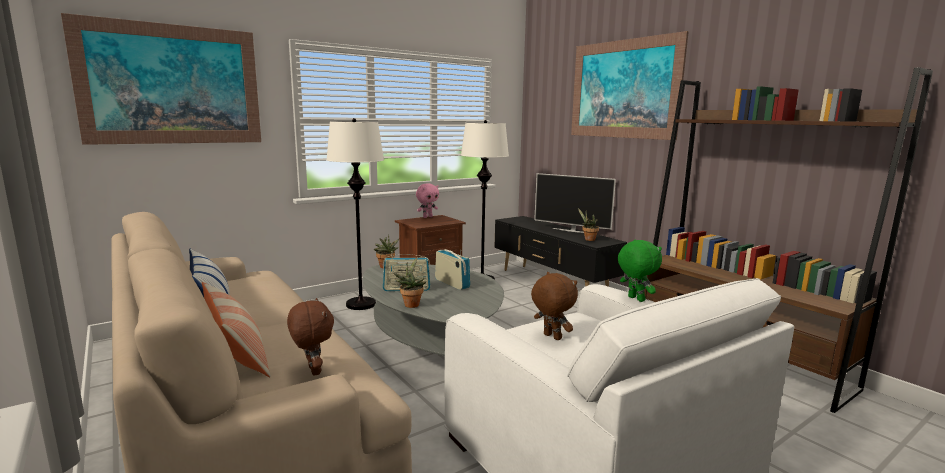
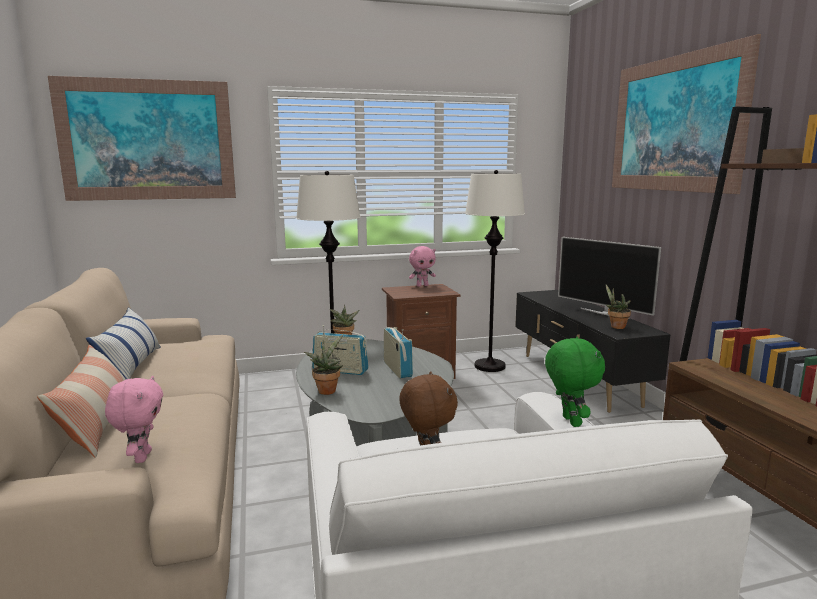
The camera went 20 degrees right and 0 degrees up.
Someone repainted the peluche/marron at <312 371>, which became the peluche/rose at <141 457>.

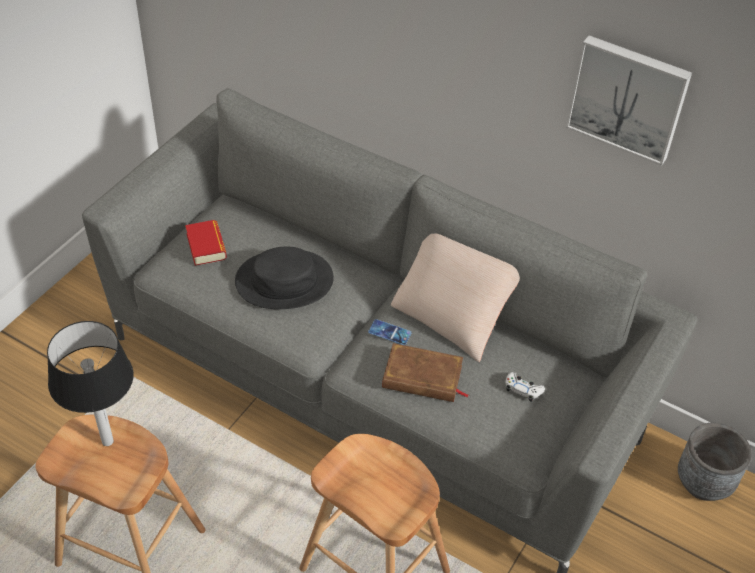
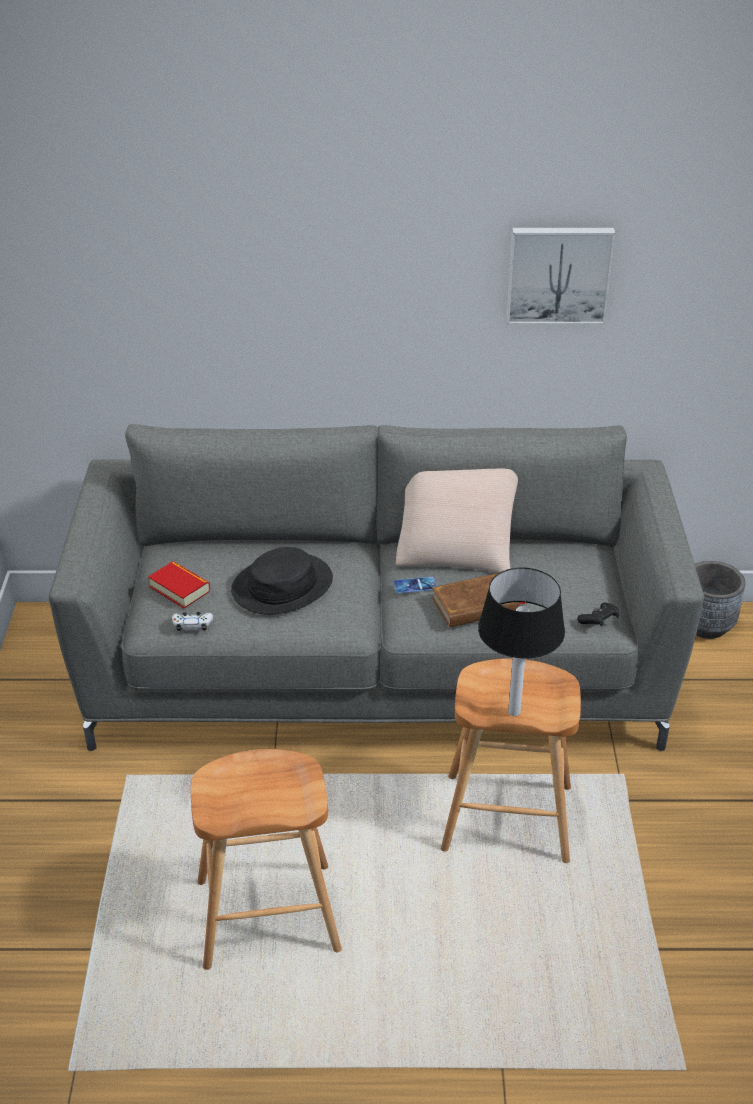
The camera went 30 degrees left and 10 degrees down.
Someone carried the manette/blanc from <523 389> to <192 624>.
Someone carried the lampe de table from <106 442> to <514 712>.
Someone put down the manette/noir at <599 621>.

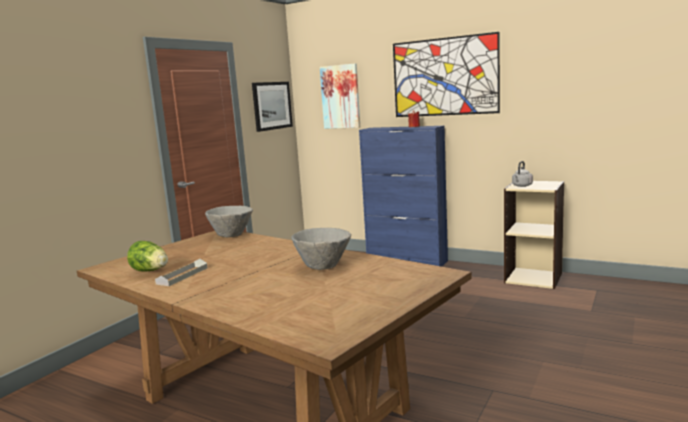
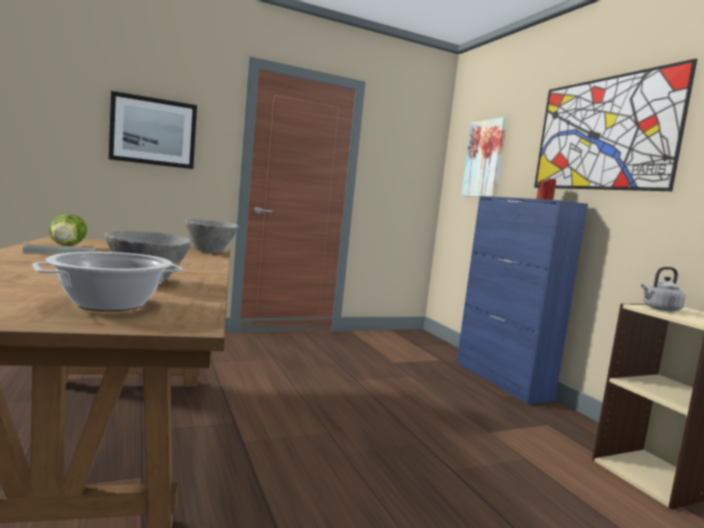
The camera went 35 degrees right and 5 degrees down.
Someone put down the marmite at <111 304>.
Someone carried the tableau from <272 105> to <153 131>.

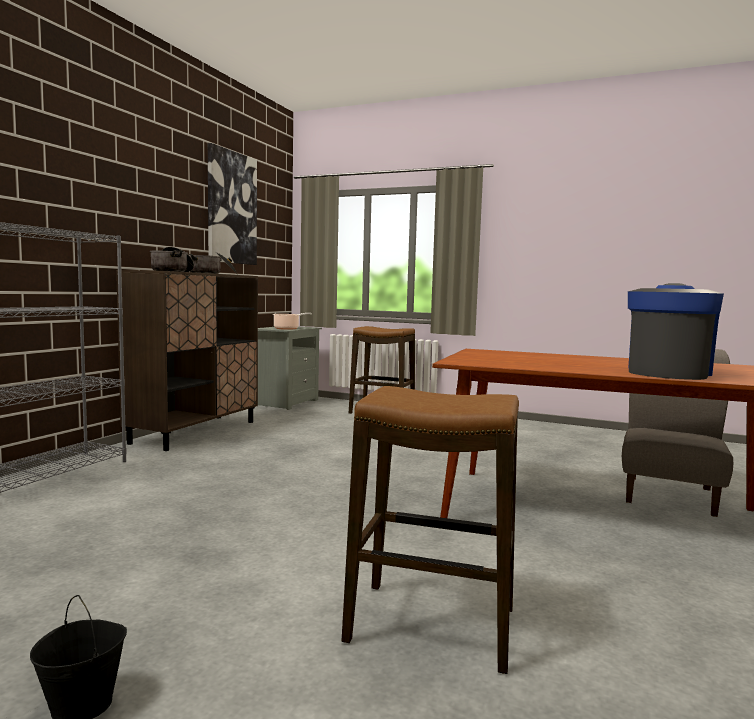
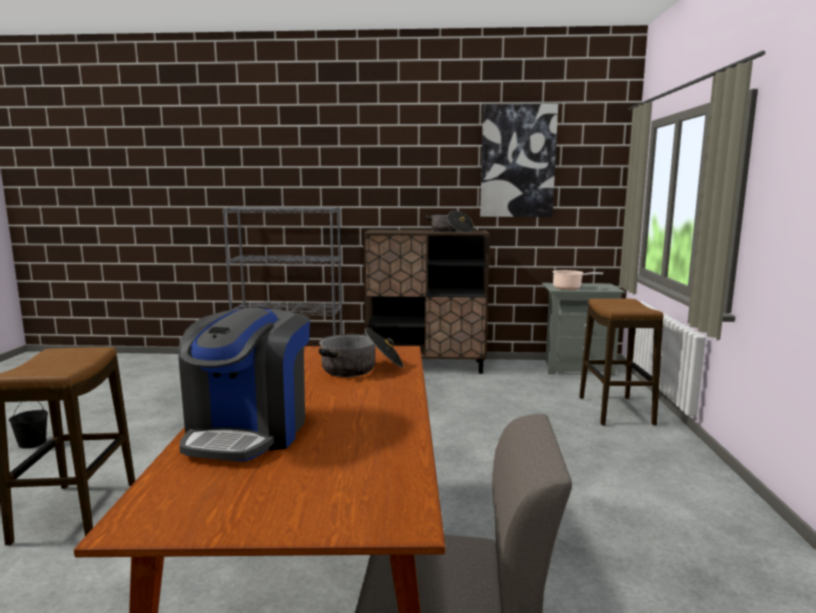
The camera went 70 degrees right and 5 degrees up.
Someone rotated the machine à café at <668 372> by 90 degrees clockwise.
Someone carried the marmite from <172 271> to <361 368>.

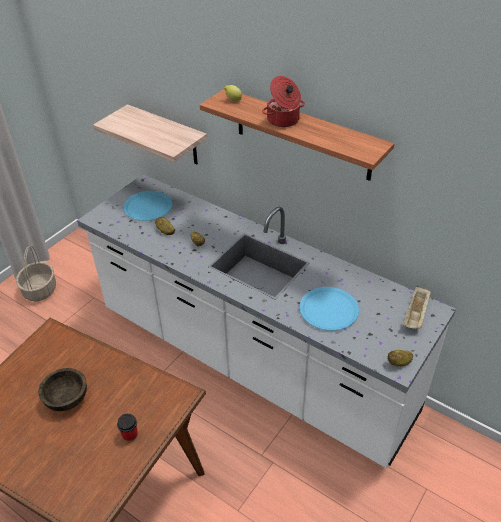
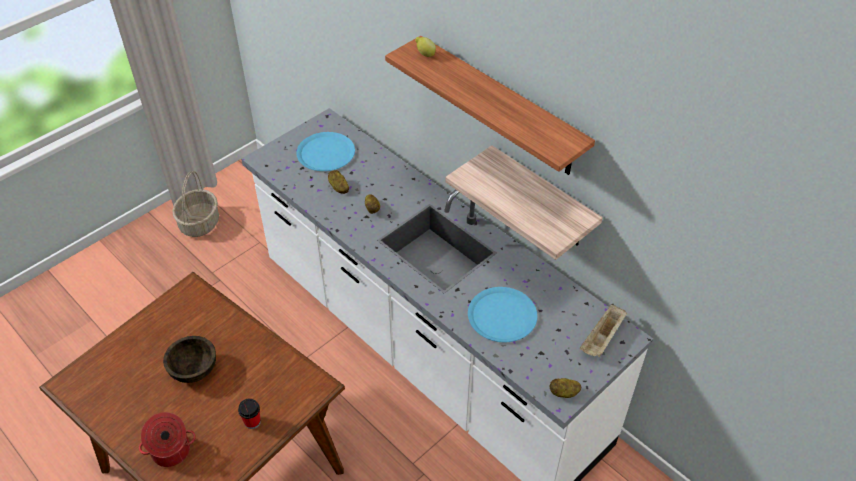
The camera went 10 degrees right and 5 degrees up.
Someone carried the marmite from <283 120> to <171 452>.
Someone carried the étagère from <167 136> to <542 199>.

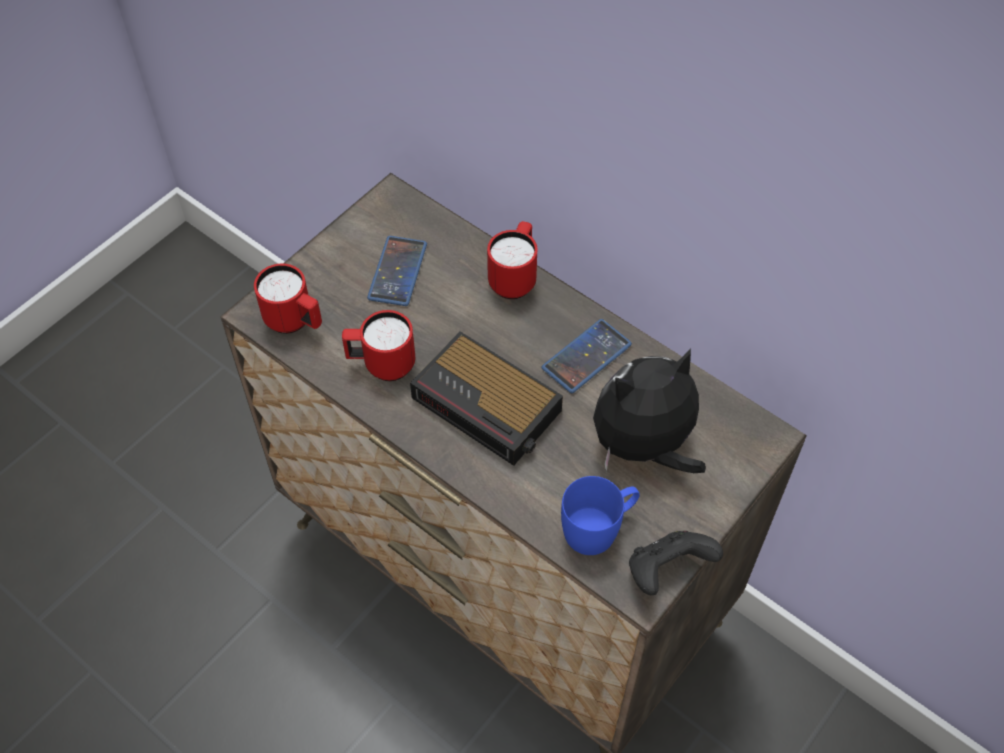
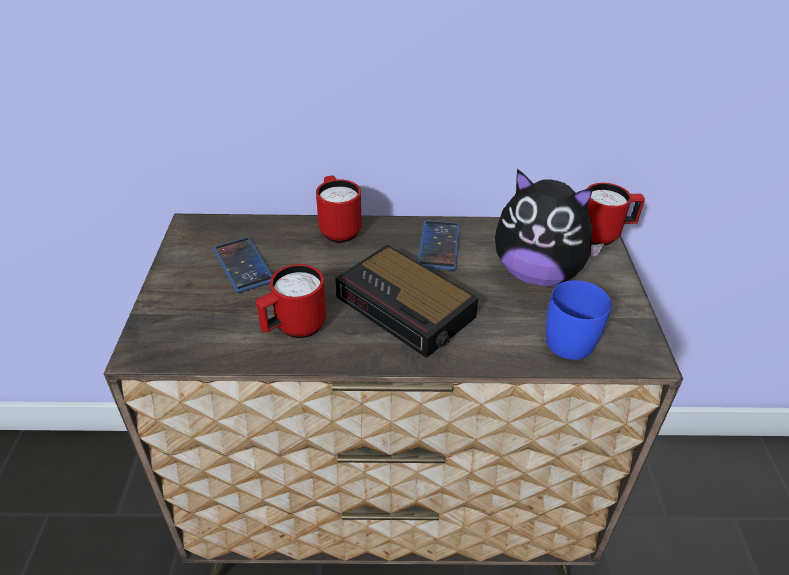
The camera went 40 degrees left and 15 degrees down.
Someone rotated the réveil at <489 406> by 45 degrees clockwise.
Someone rotated the peluche at <644 447> by 90 degrees counterclockwise.
Someone carried the mug/rouge from <295 322> to <604 235>.
Someone took away the manette/noir at <667 571>.

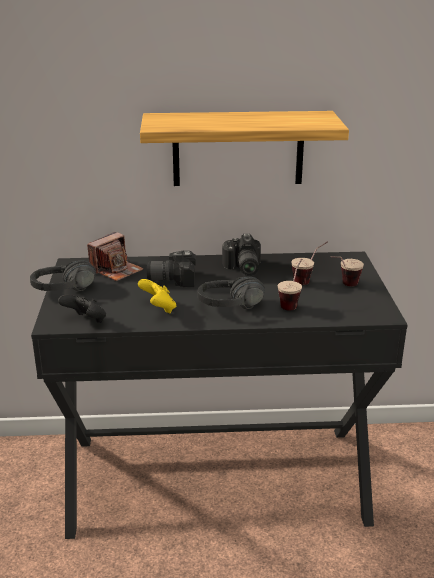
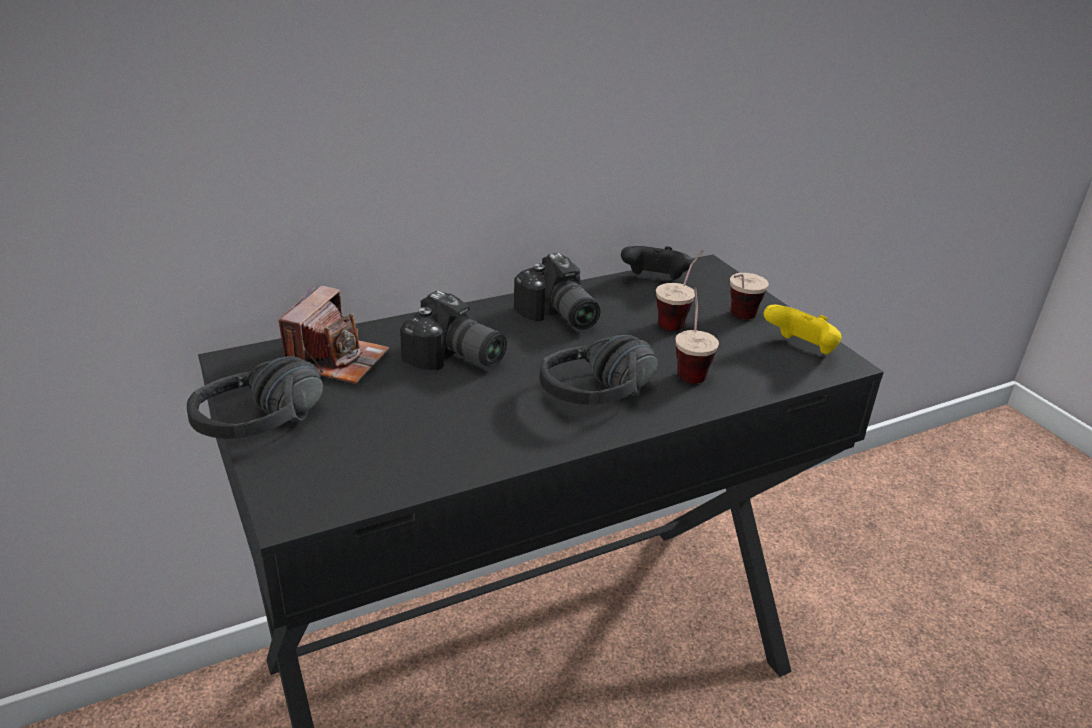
The camera went 25 degrees left and 5 degrees up.
Someone rotated the appareil photo at <172 279> by 120 degrees counterclockwise.
Someone carried the manette/noir from <86 321> to <654 281>.
Someone carried the manette/jaune from <158 309> to <800 350>.
Someone took away the étagère at <238 148>.

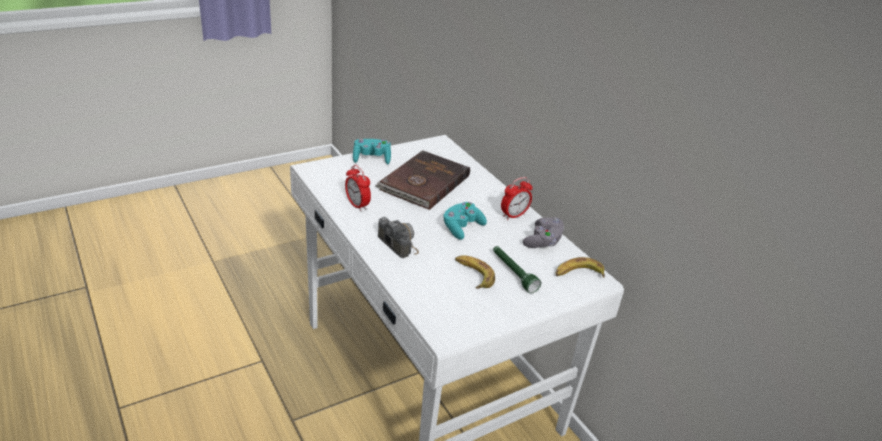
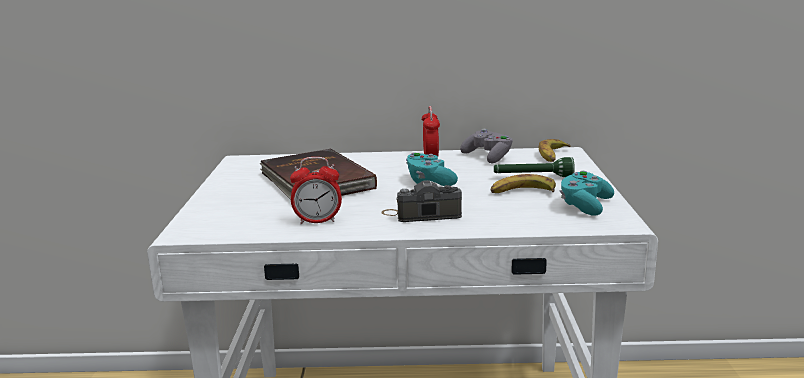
The camera went 55 degrees left and 15 degrees down.
Someone carried the manette/turquoise from <371 159> to <584 206>.

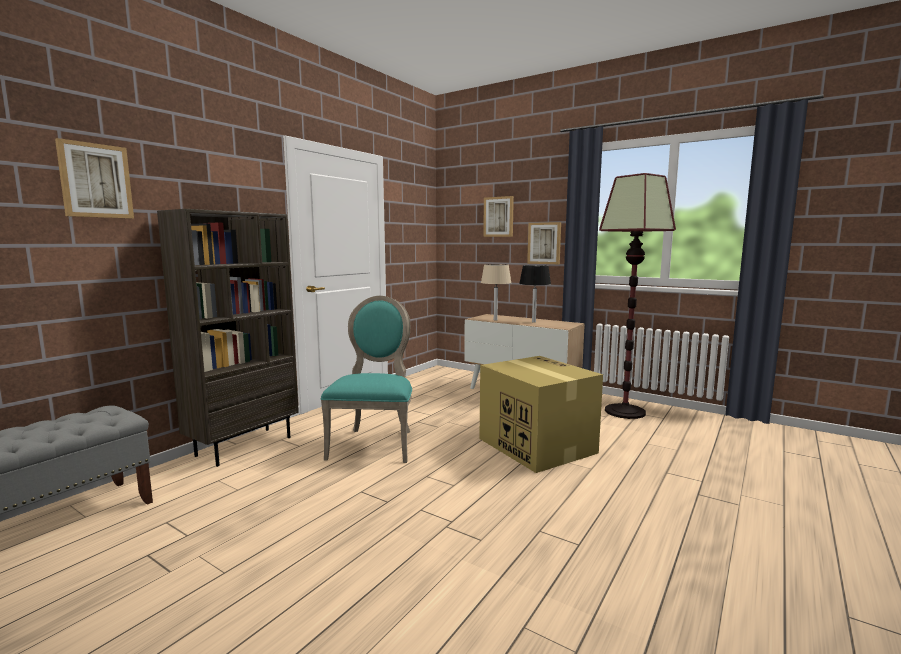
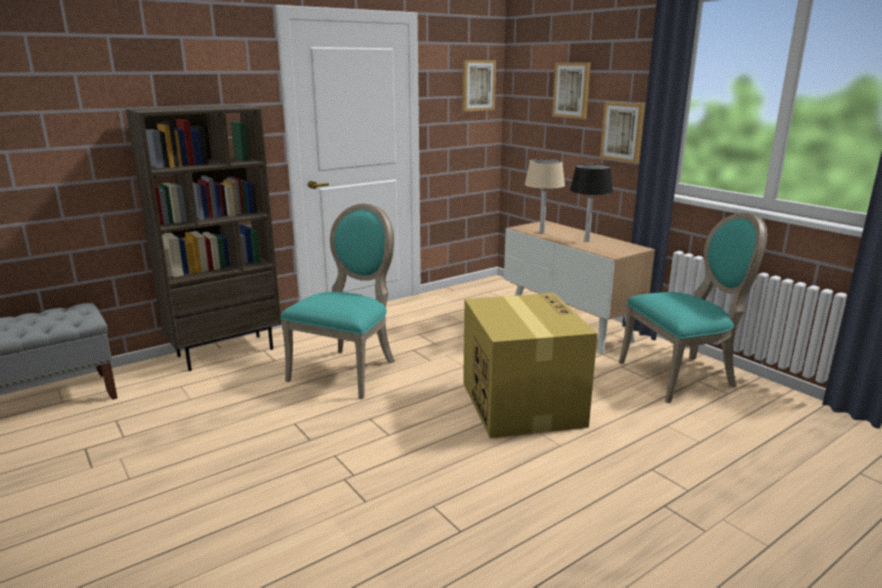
The camera went 20 degrees right and 10 degrees up.
Someone carried the tableau from <95 181> to <478 85>.
Someone swapped the lampadaire at <625 411> for the chaise/turquoise at <682 375>.

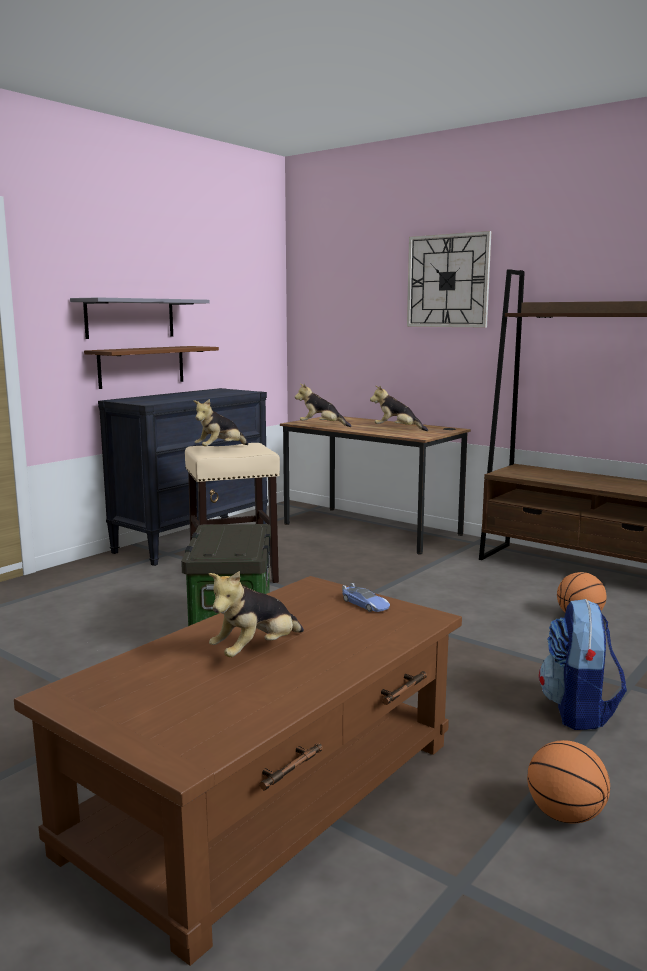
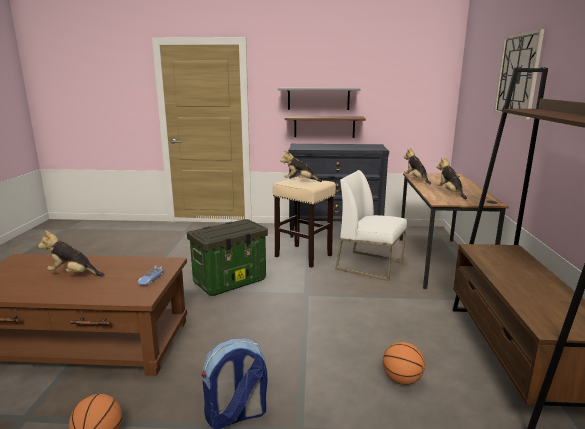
The camera went 55 degrees right and 5 degrees up.
Someone put down the chaise/blanc at <370 265>.

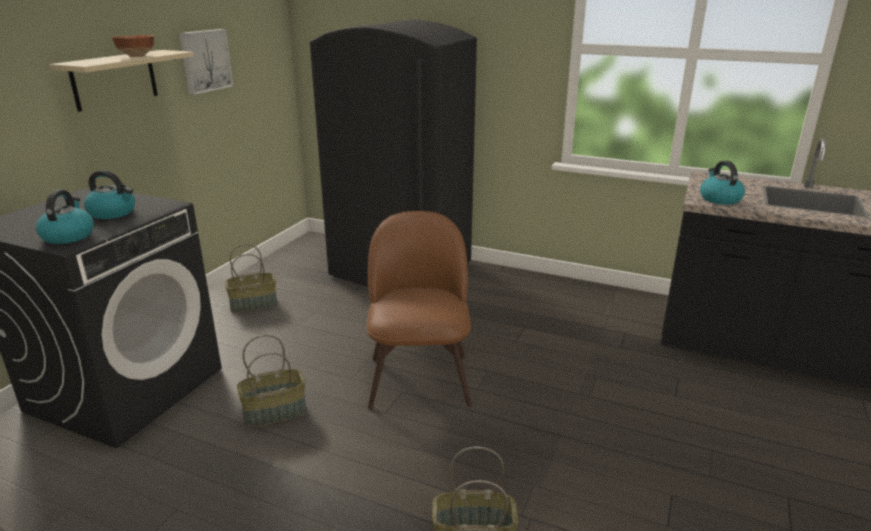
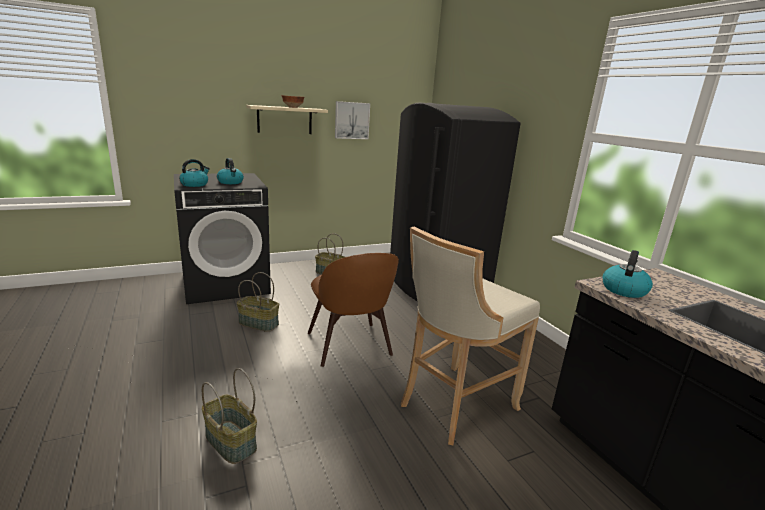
The camera went 40 degrees right and 5 degrees down.
Someone rotated the chaise/marron at <419 377> by 120 degrees clockwise.
Someone put down the tabouret/beige at <453 406>.

